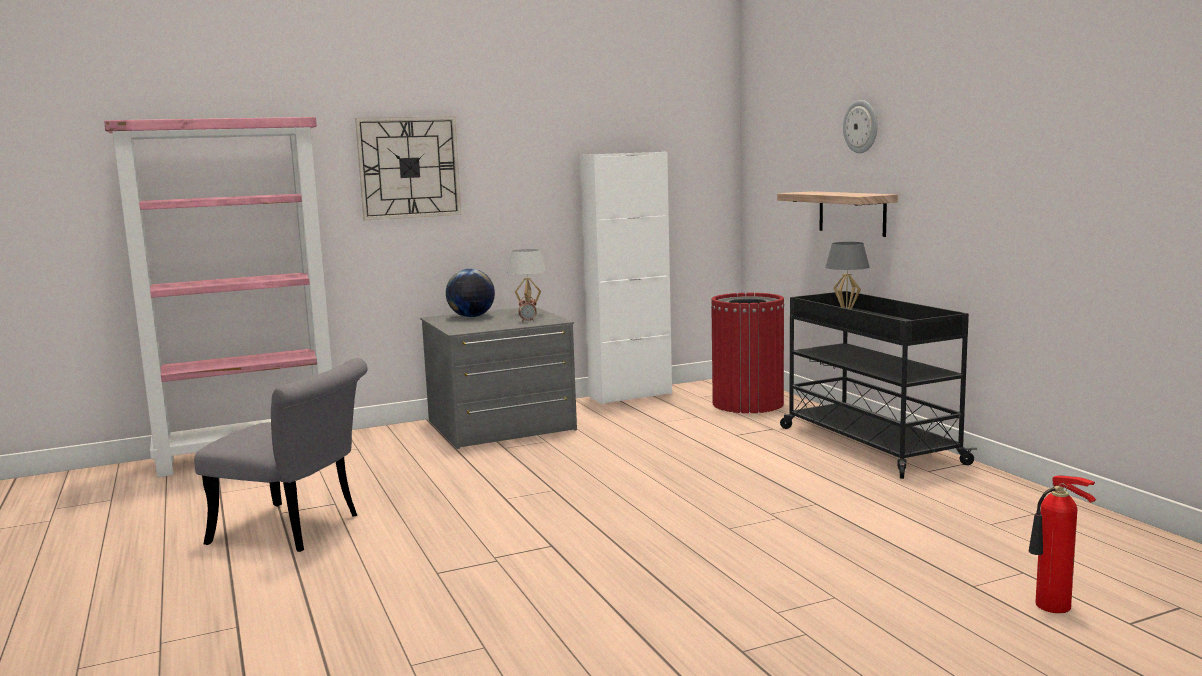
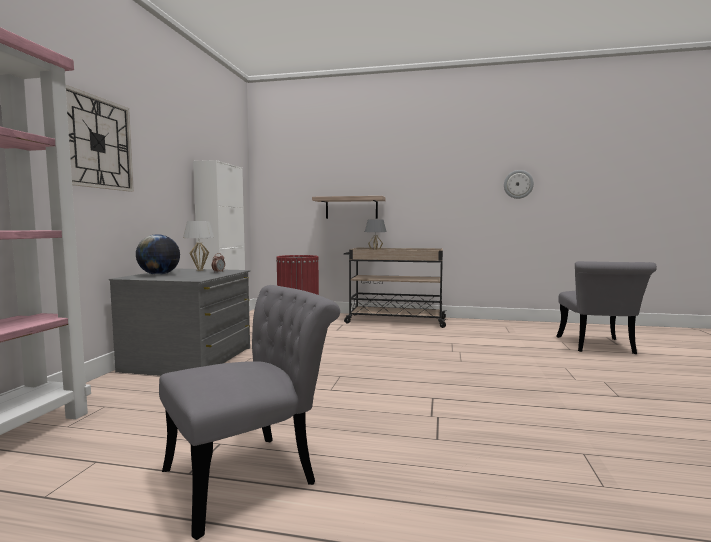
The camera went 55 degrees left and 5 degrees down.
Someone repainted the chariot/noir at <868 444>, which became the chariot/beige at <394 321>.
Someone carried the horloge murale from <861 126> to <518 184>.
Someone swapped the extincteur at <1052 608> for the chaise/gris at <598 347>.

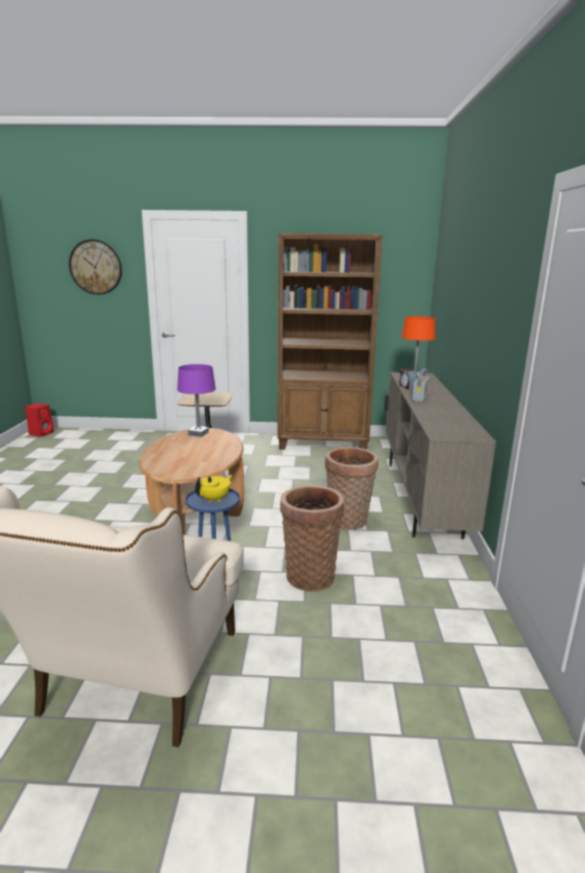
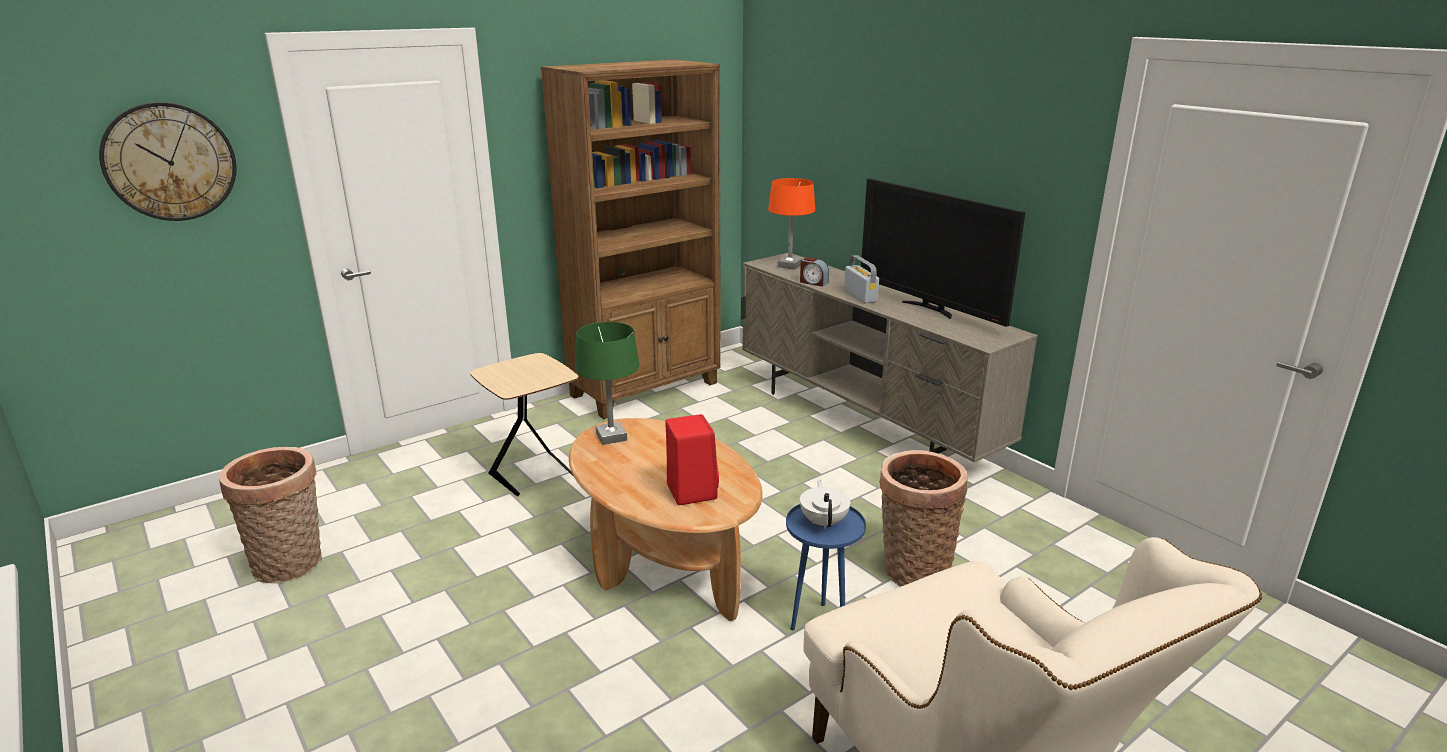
The camera went 40 degrees left and 5 degrees up.
Someone carried the panier from <348 522> to <291 565>.
Someone repainted the lampe de table/violet at <198 433>, which became the lampe de table/vert at <611 437>.
Someone carried the enceinte/rouge from <42 433> to <690 491>.
Someone repainted the théière/jaune at <214 499>, which became the théière/blanc at <824 522>.
Someone put down the téléviseur at <930 309>.

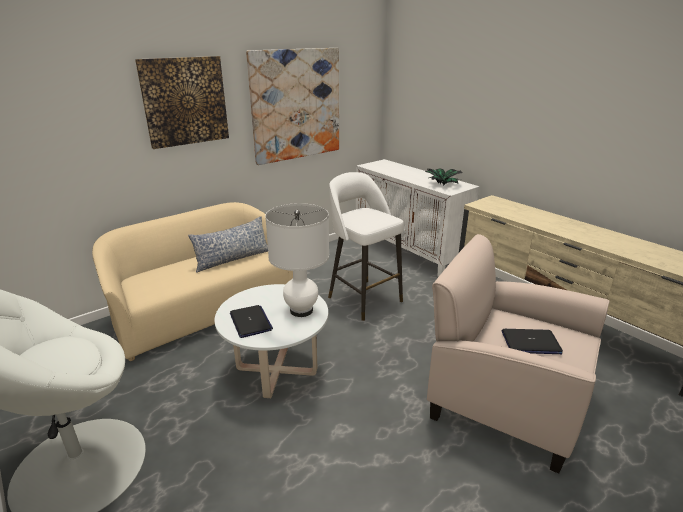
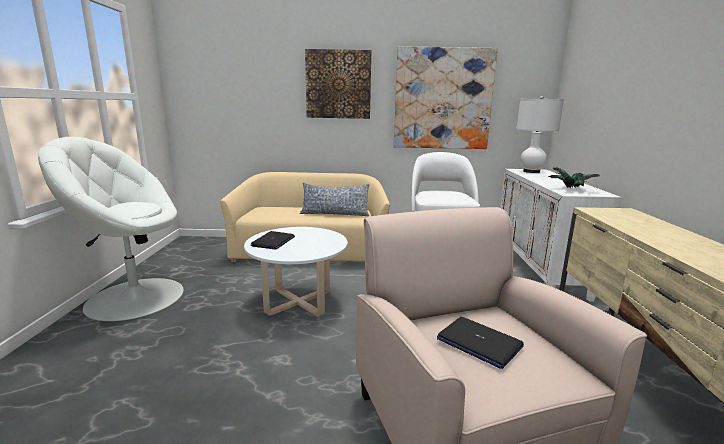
The camera went 40 degrees right and 10 degrees down.
Someone carried the lampe de table/blanc from <301 310> to <531 171>.

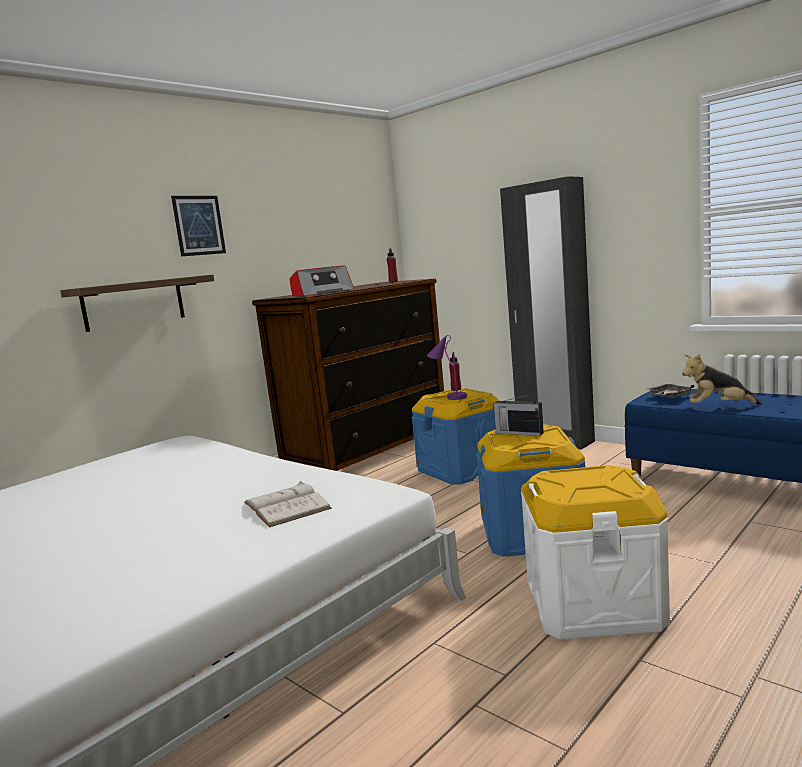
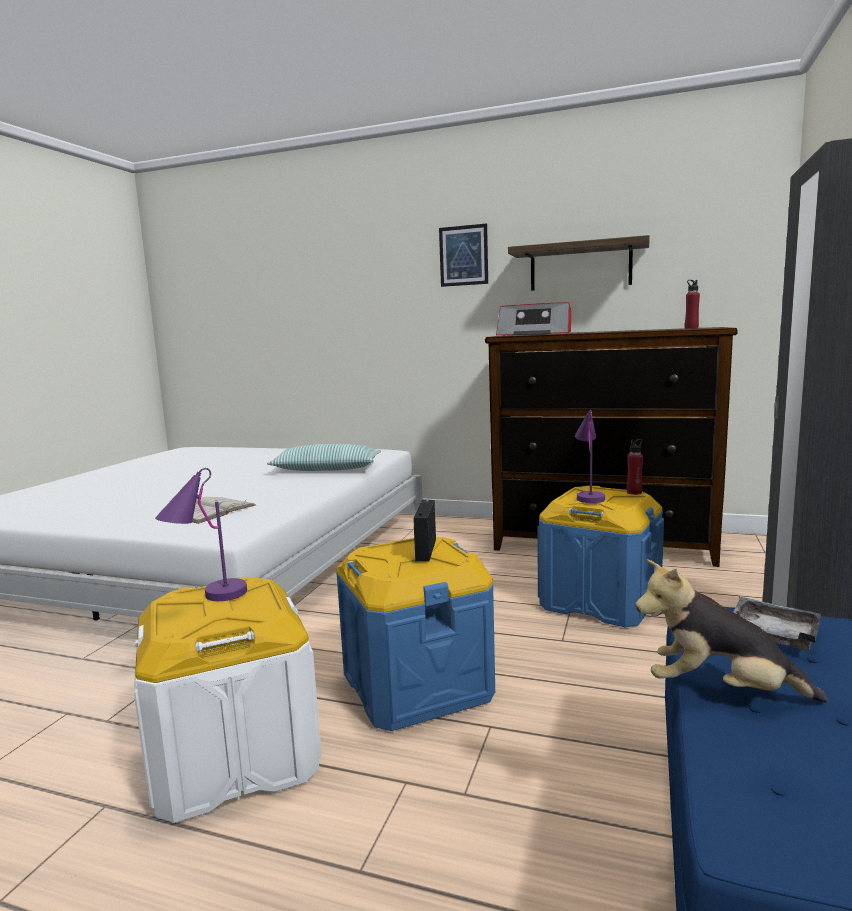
The camera went 65 degrees right and 0 degrees up.
Someone put down the lampe de table/violet at <207 598>.
Someone put down the coussin at <326 469>.
Someone carried the étagère from <134 303> to <580 267>.
Someone rotated the peluche at <718 407> by 60 degrees counterclockwise.

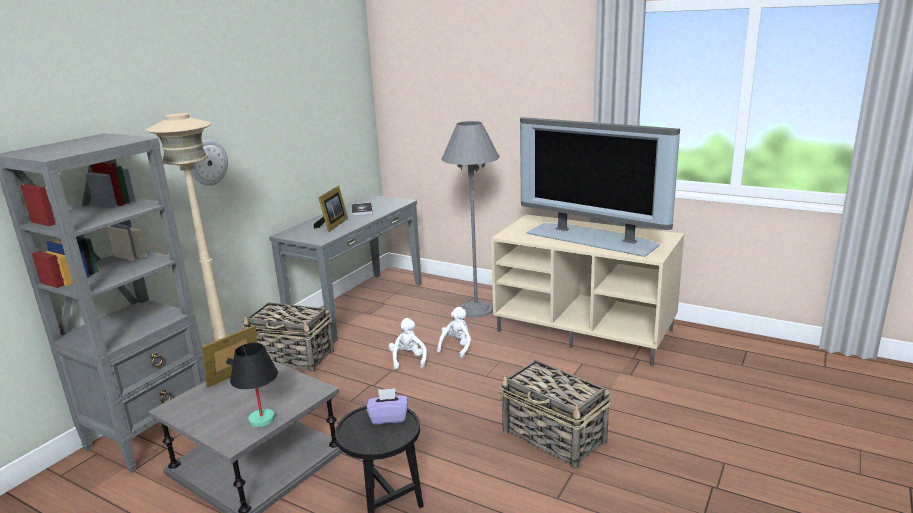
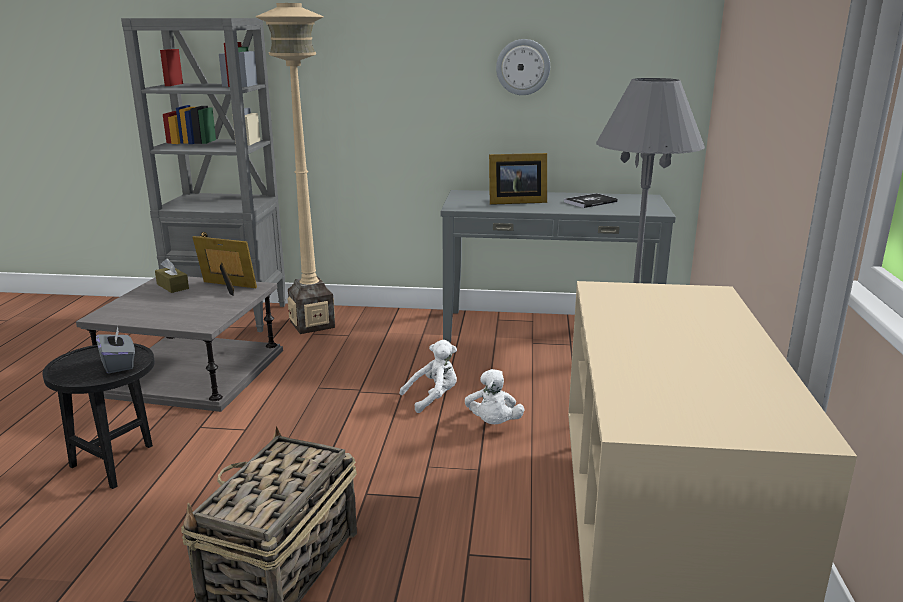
The camera went 65 degrees right and 0 degrees up.
Someone repainted the boîte à mouchoirs/violet at <388 417>, which became the boîte à mouchoirs/gris at <119 364>.
Someone put down the boîte à mouchoirs/marron at <172 286>.
Someone rotated the peluche/blanc at <456 347> by 90 degrees clockwise.
Someone carried the horloge murale from <208 162> to <523 67>.
Someone took away the lampe de table/noir at <261 419>.
Someone took away the panier at <293 357>.
Someone took away the téléviseur at <592 238>.

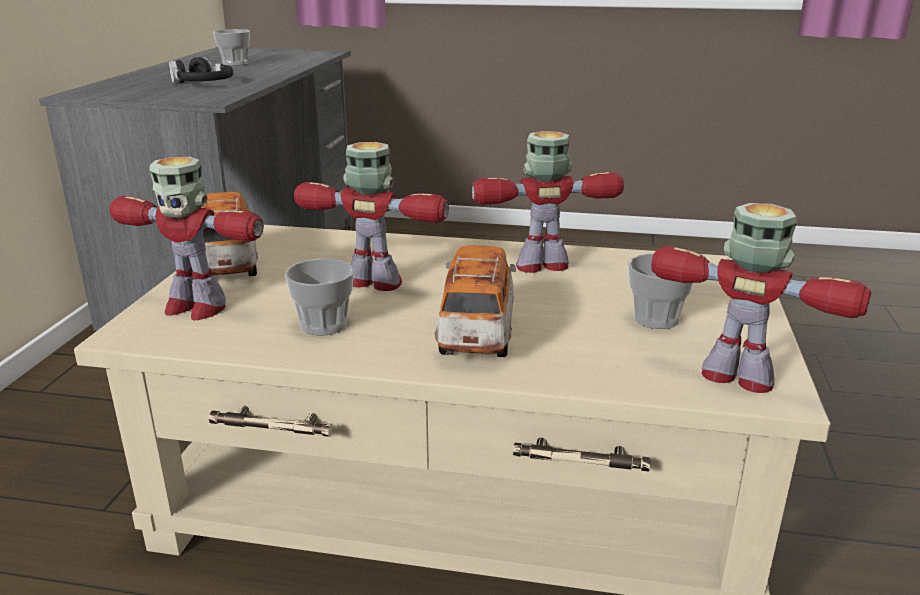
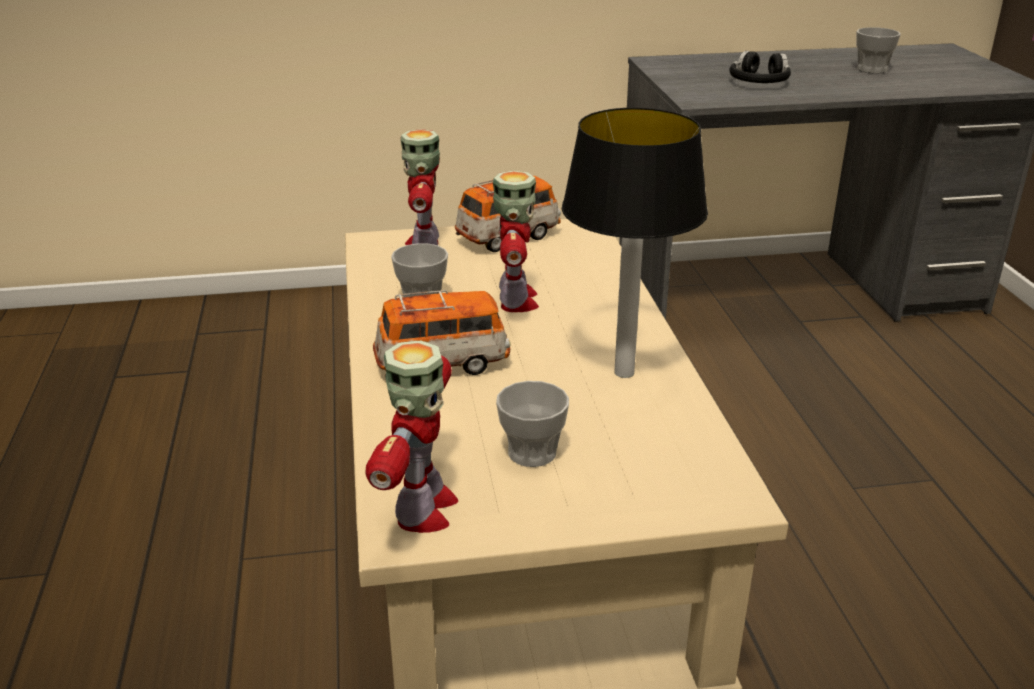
The camera went 70 degrees right and 5 degrees up.
Someone swapped the robot jouet at <543 266> for the lampe de table at <622 372>.

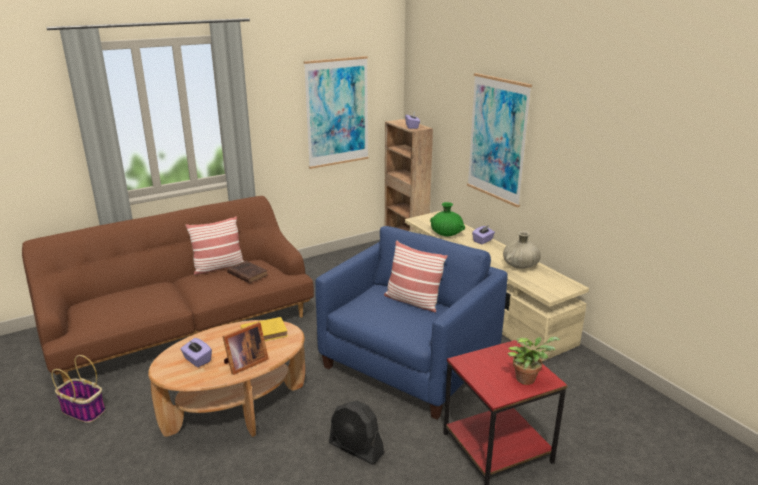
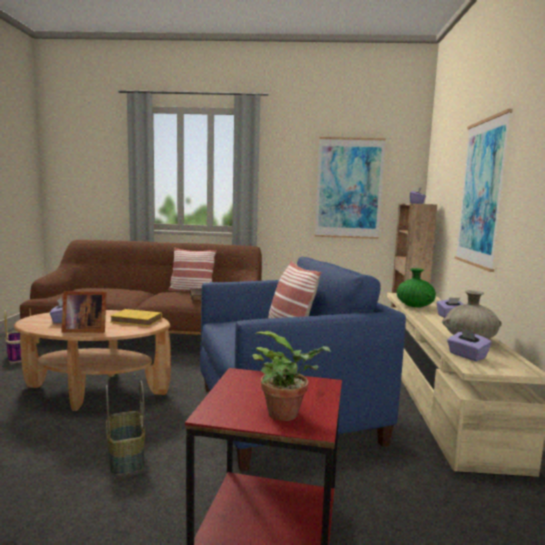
The camera went 35 degrees right and 15 degrees down.
Someone swapped the ventilateur/noir at <356 449> for the panier at <127 457>.
Someone put down the boîte à mouchoirs/violet at <467 356>.

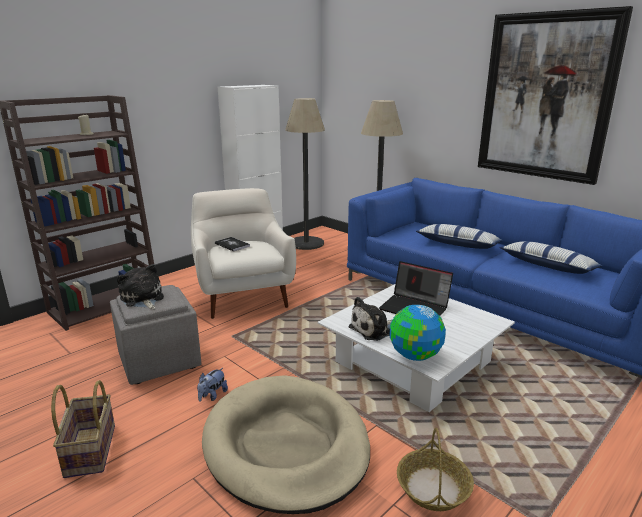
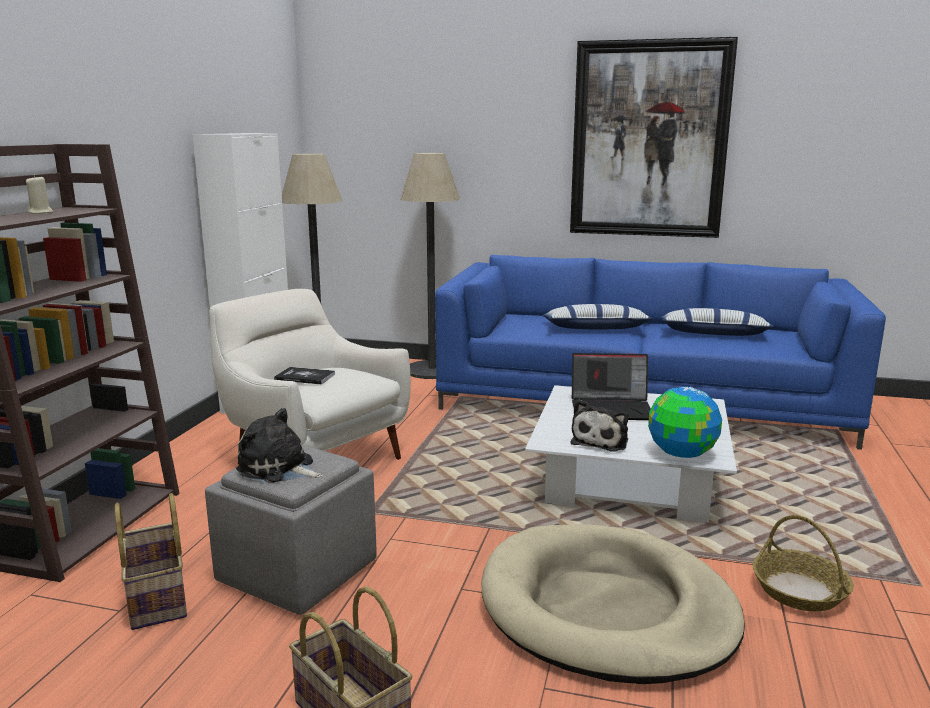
The camera went 30 degrees left and 5 degrees down.
Someone put down the panier at <158 598>.
Someone took away the peluche at <212 395>.

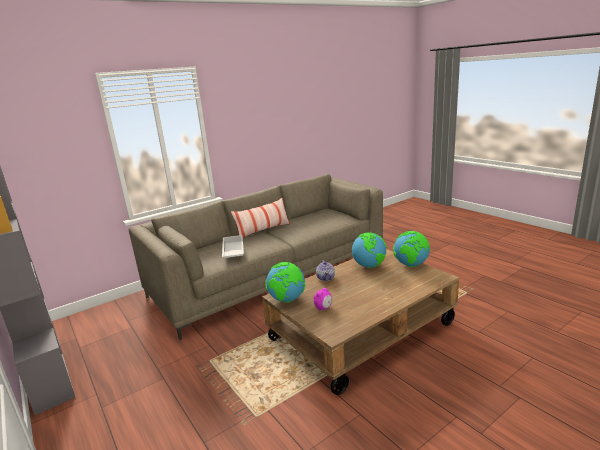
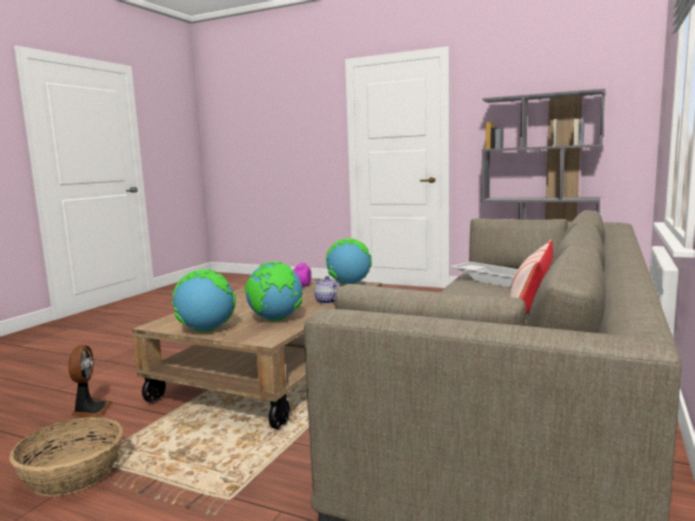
The camera went 150 degrees right and 10 degrees down.
Someone put down the panier at <73 474>.
Someone put down the ventilateur at <90 411>.

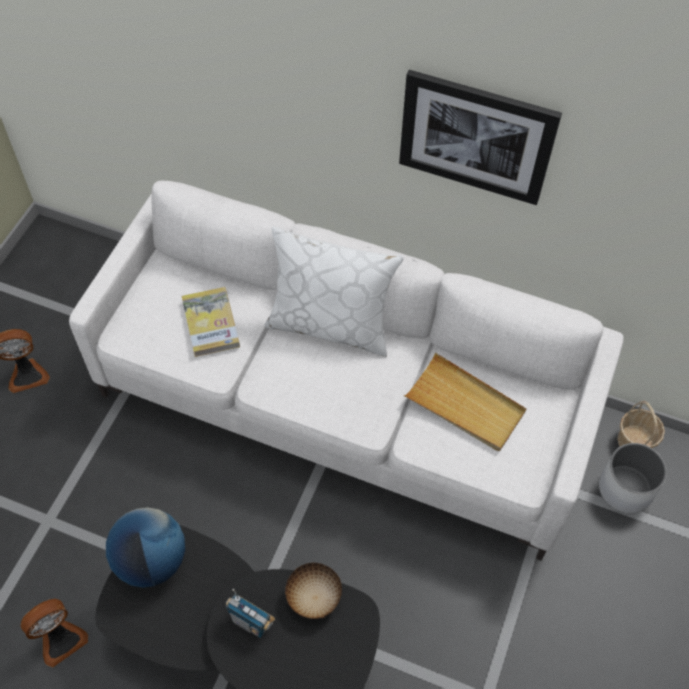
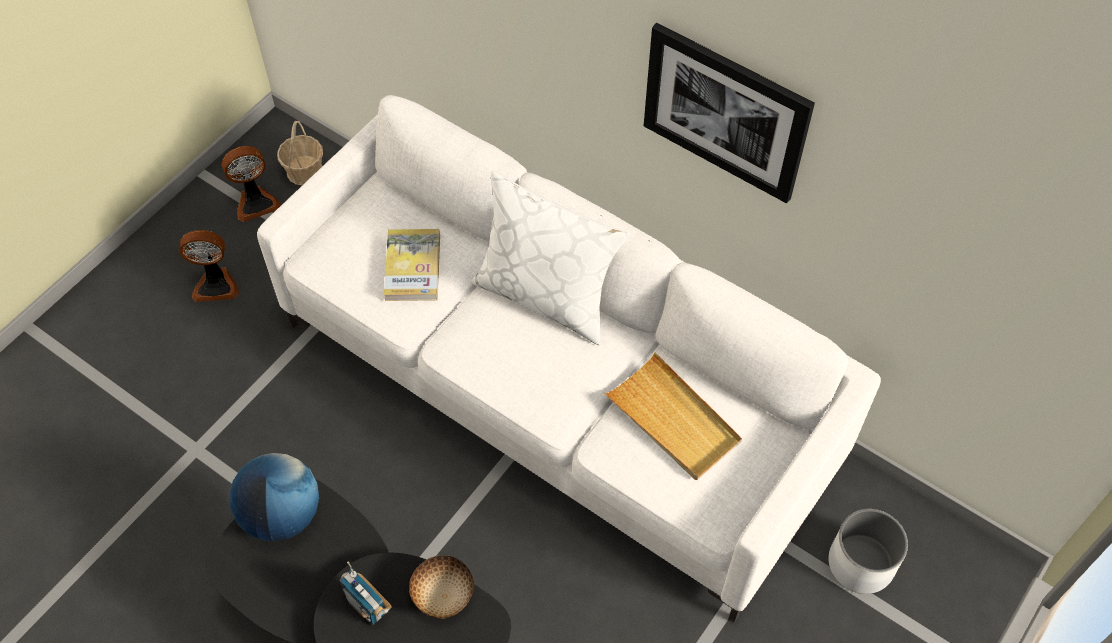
The camera went 15 degrees right and 0 degrees up.
Someone carried the ventilateur from <60 639> to <256 202>.
Someone carried the panier from <635 440> to <305 171>.

